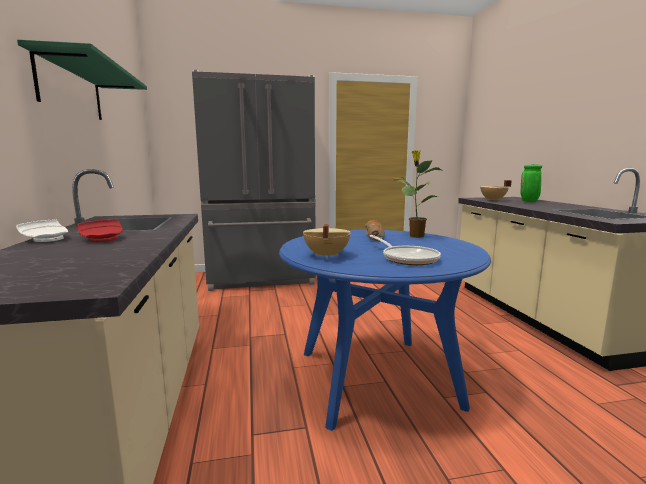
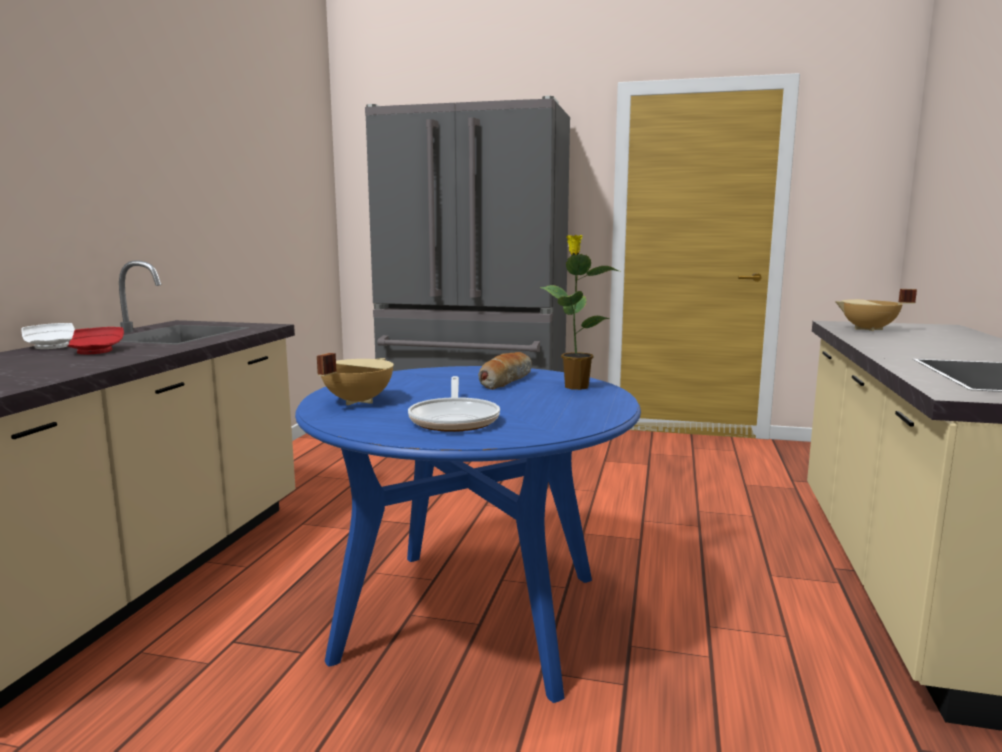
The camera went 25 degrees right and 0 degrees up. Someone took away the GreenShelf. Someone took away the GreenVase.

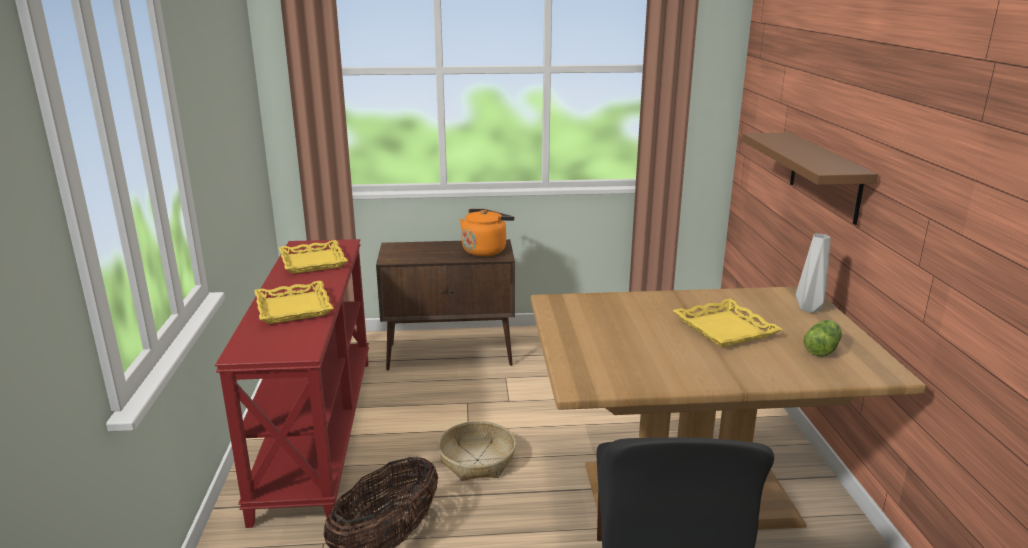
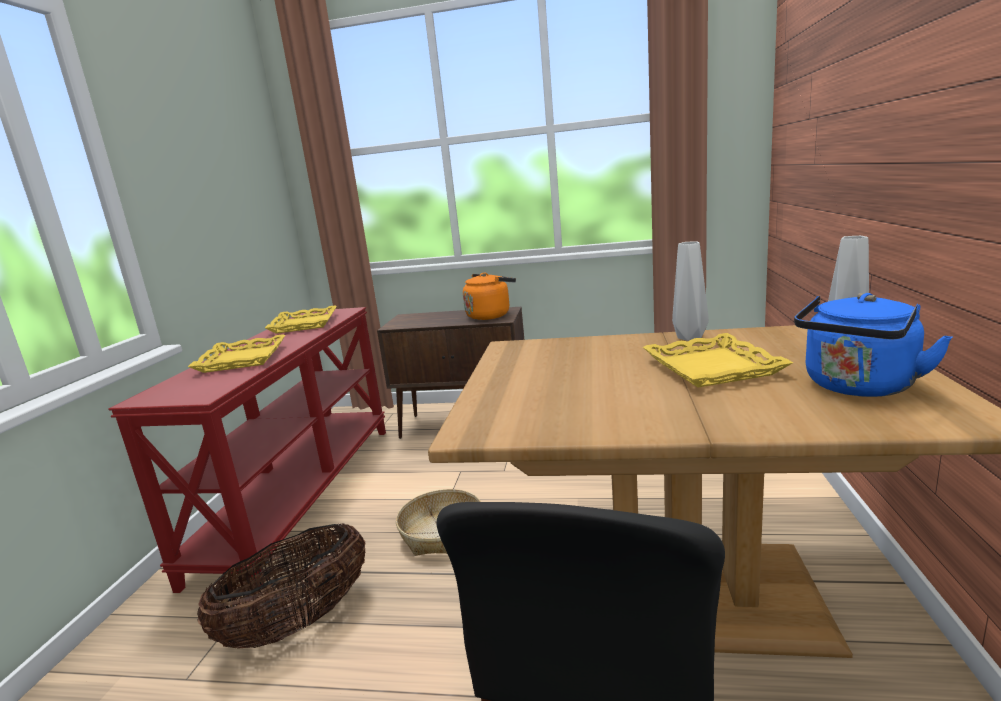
The camera went 15 degrees right and 5 degrees down. Someone put down the GreyVase (1st from left). Someone swapped the Lettuce for the BlueKettle. Someone took away the BrownShelf.

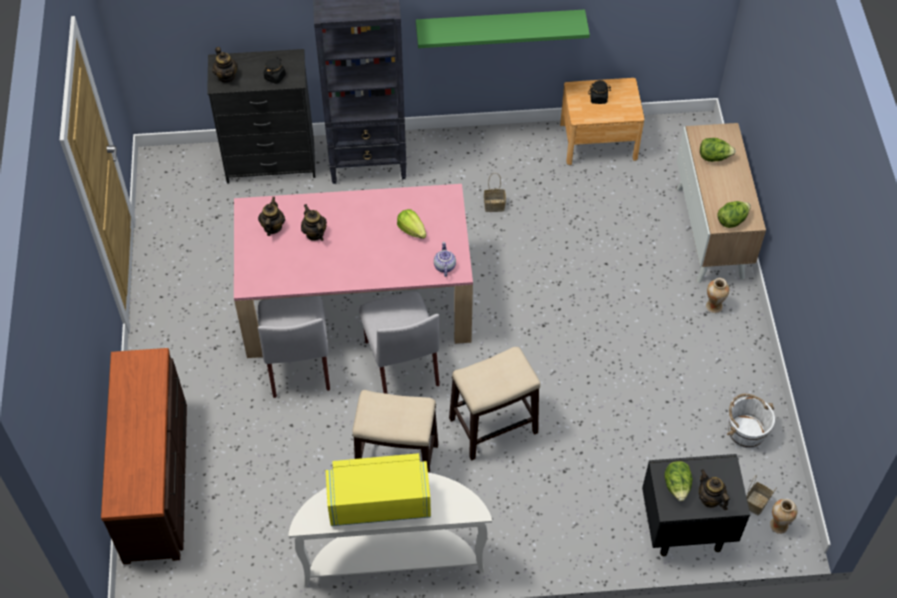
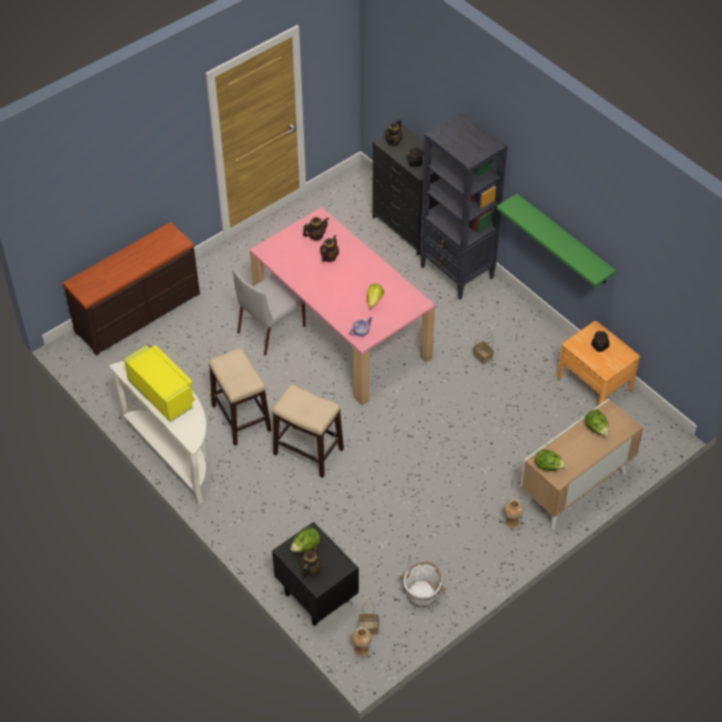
The camera went 55 degrees right and 5 degrees down. Someone took away the GreyChair (2nd from left).

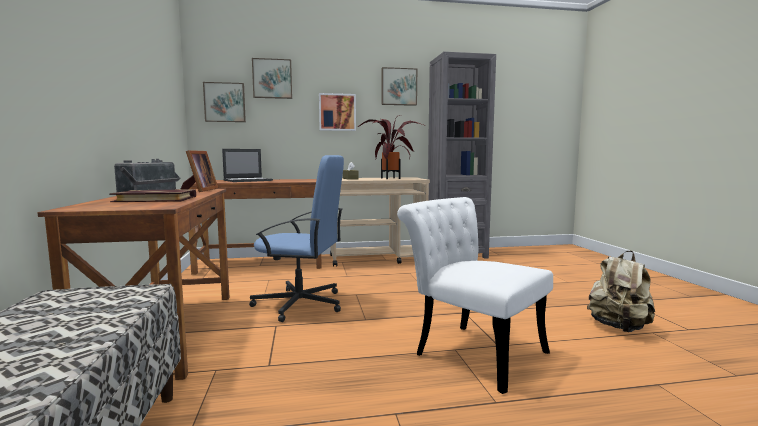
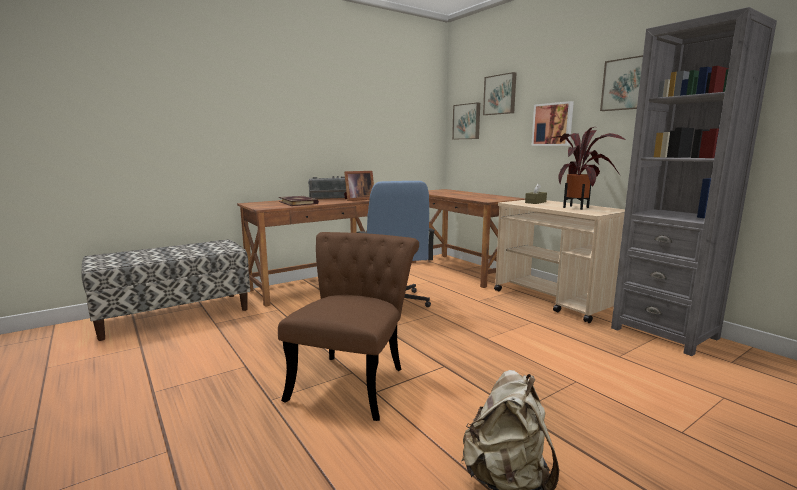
The camera went 65 degrees right and 5 degrees up. Someone repainted the WhiteChair, which became the BrownChair. Someone took away the Laptop.

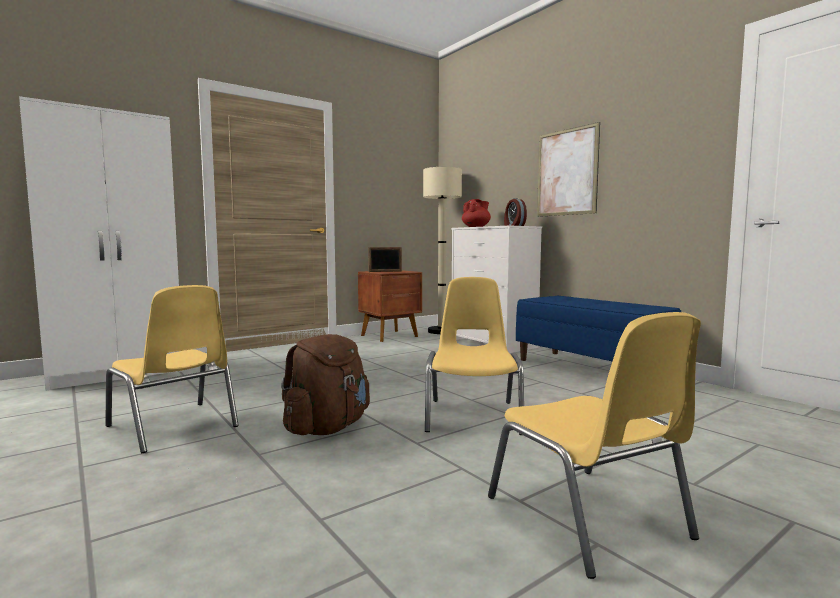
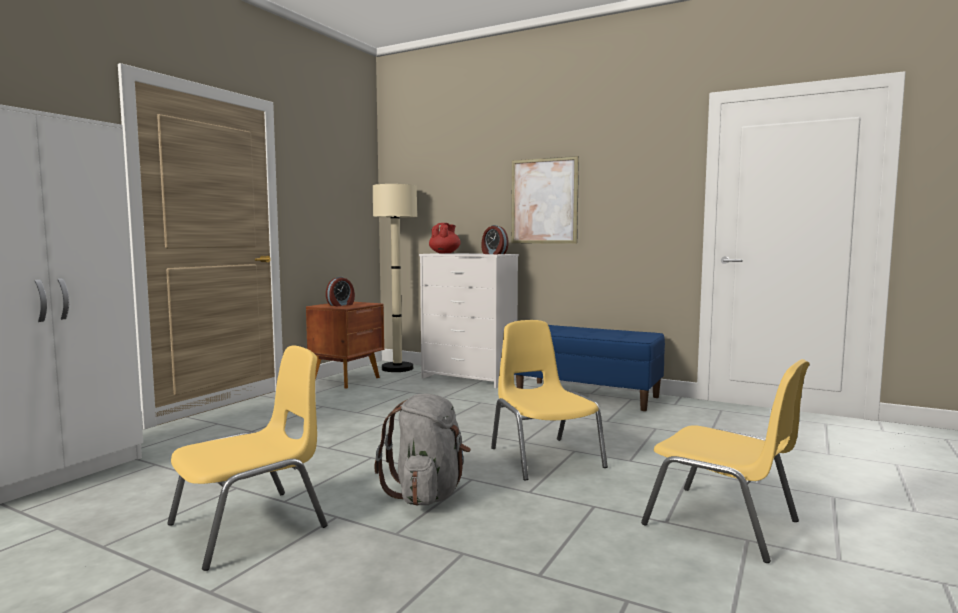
The camera went 25 degrees left and 0 degrees up. Someone rotated the YellowChair (1st from left) by 60 degrees counterclockwise. Someone swapped the PictureFrame for the AlarmClock (1st from left). Someone repainted the BrownBackpack, which became the GreyBackpack.

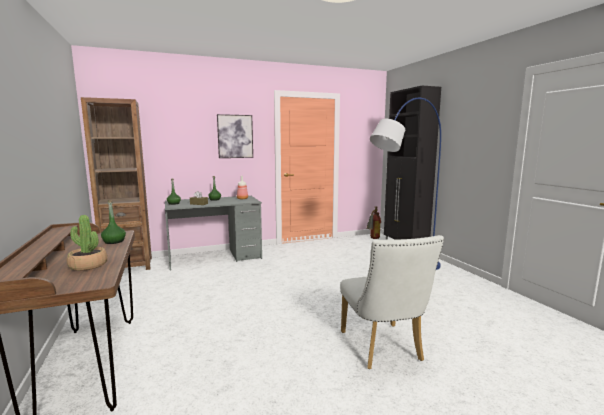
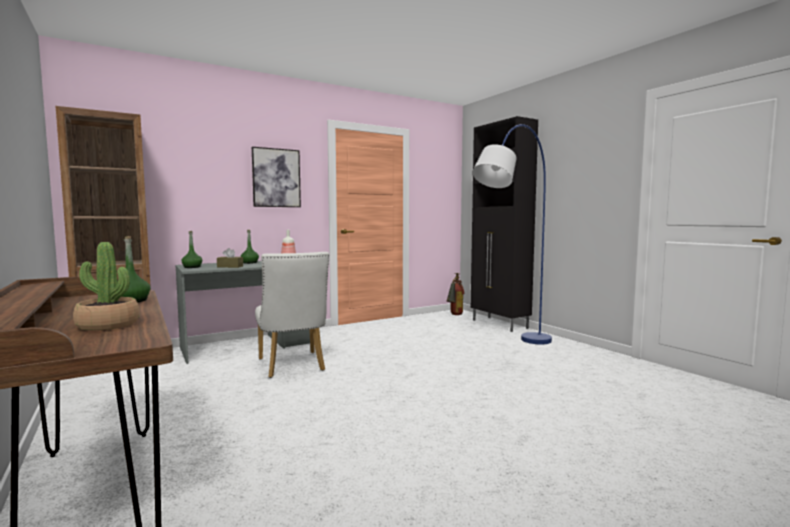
The camera went 10 degrees left and 5 degrees down. Someone carried the WhiteChair.

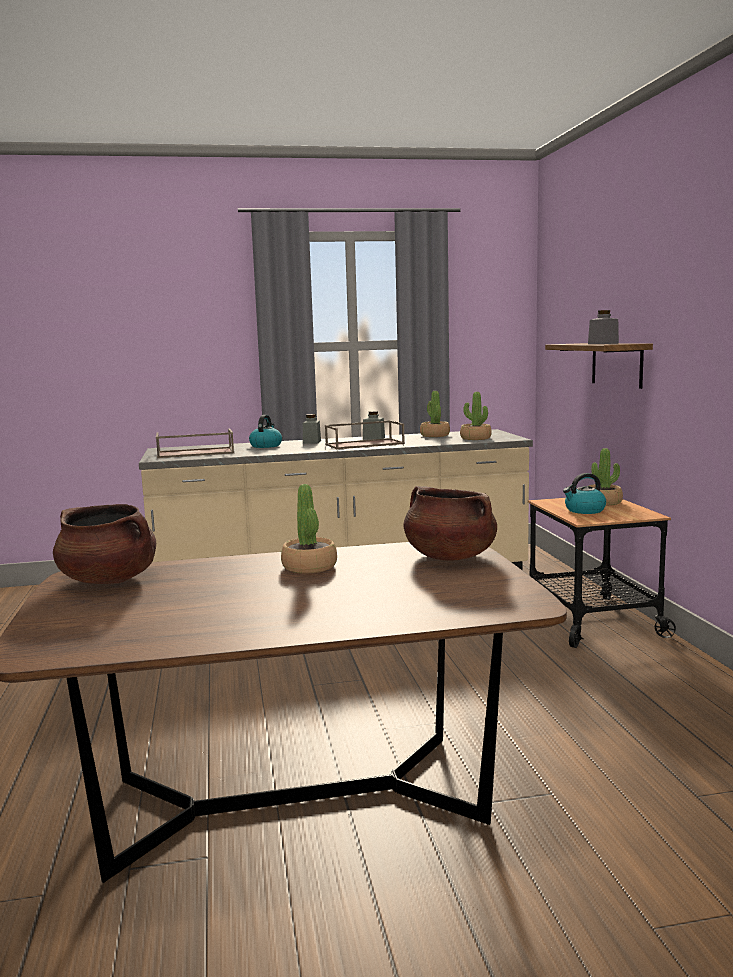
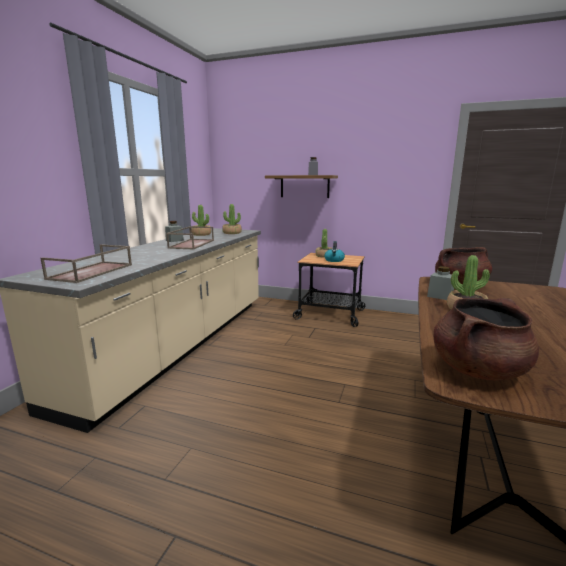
The camera went 60 degrees left and 5 degrees up. Someone carried the GreyJar (1st from left in the first image). Someone took away the Kettle (1st from left).

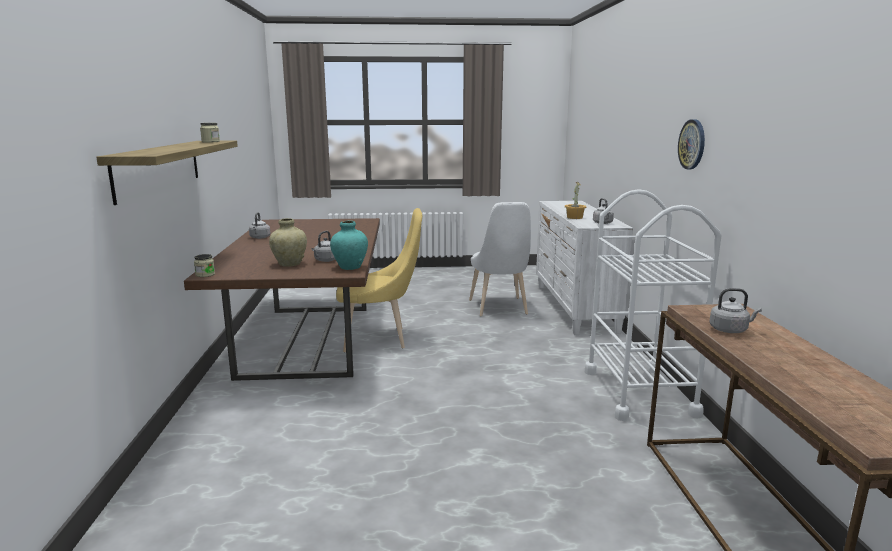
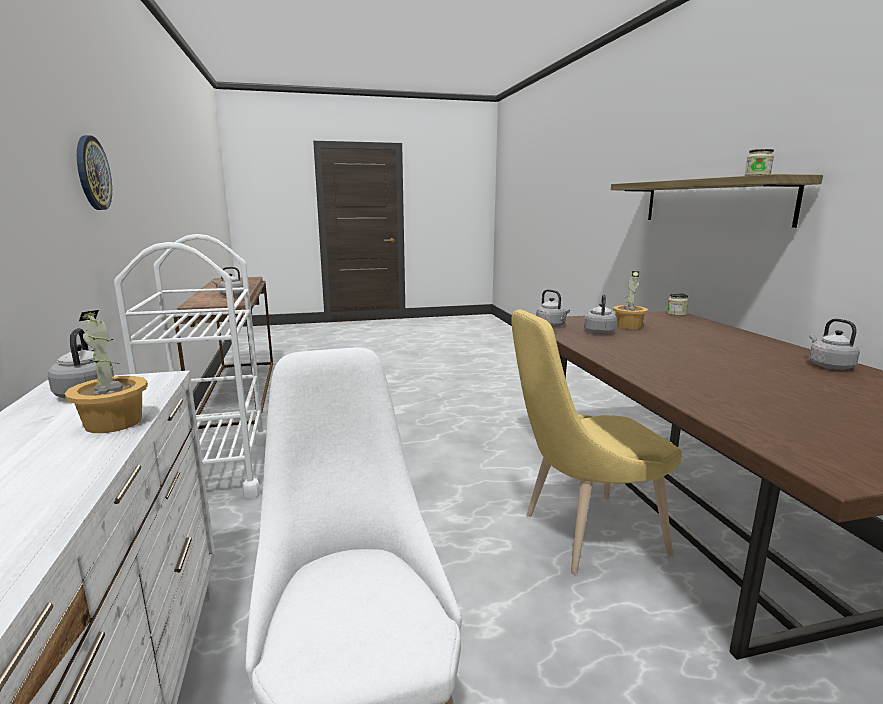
The camera went 170 degrees right and 0 degrees up. Someone swapped the TurquoiseVase for the GreyKettle (3rd from left). Someone swapped the BeigeVase for the PottedPlant (2nd from left).

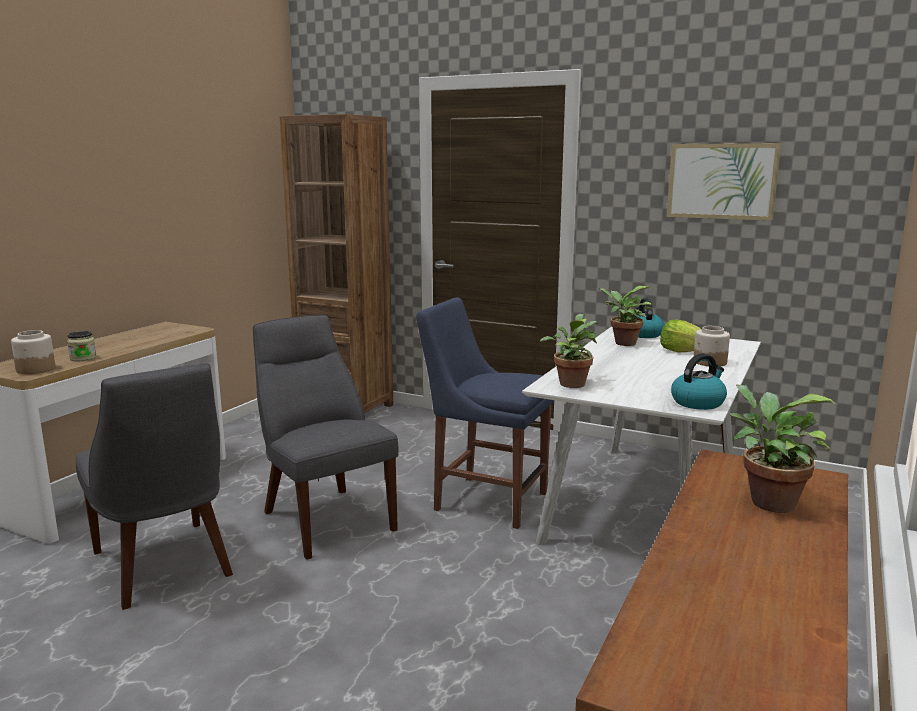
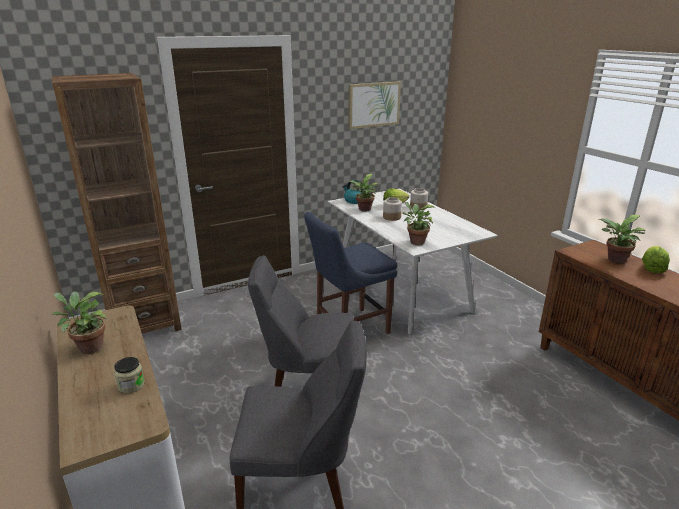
The camera went 55 degrees left and 10 degrees up. Someone put down the PottedPlant (1st from left). Someone carried the Jar (1st from left in the first image). Someone put down the Lettuce (2nd from left). Someone took away the Kettle (2nd from left).

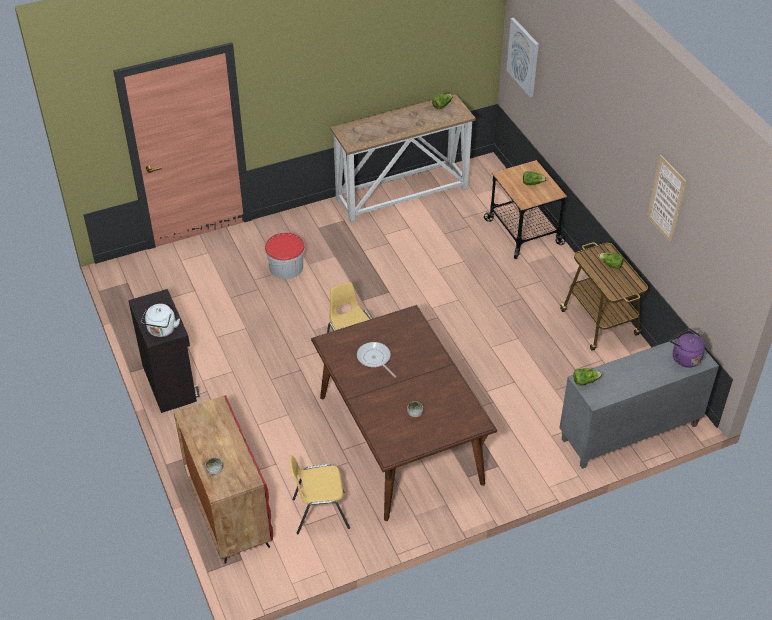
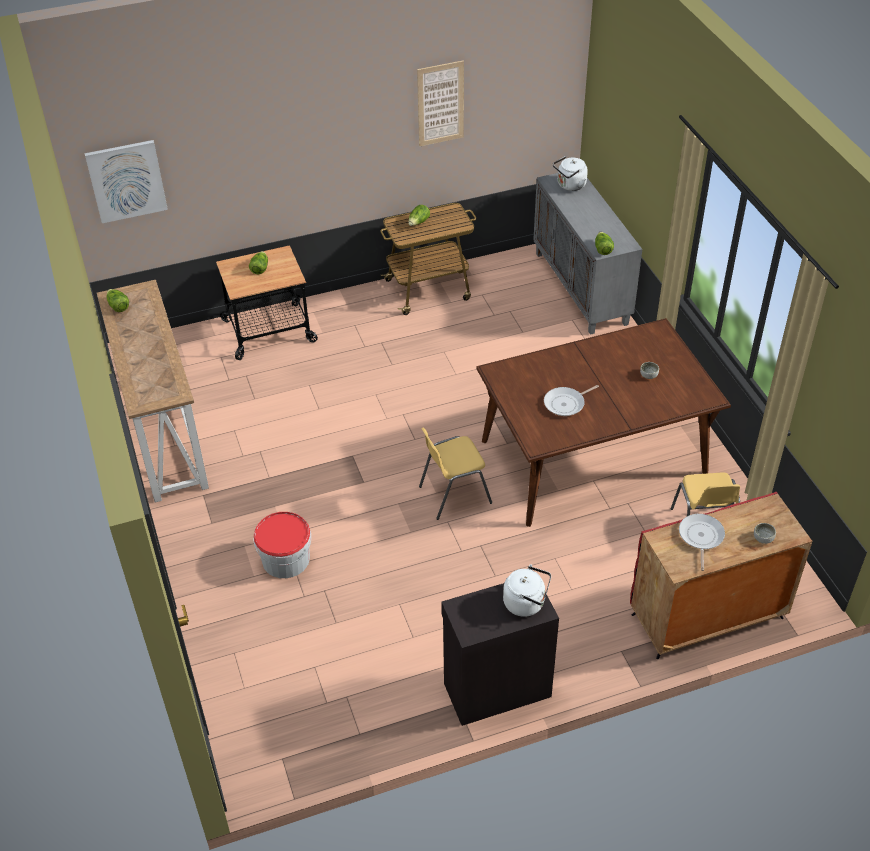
The camera went 85 degrees left and 0 degrees up. Someone repainted the PurpleKettle, which became the WhiteKettle (2nd from left). Someone put down the FryingPan (2nd from left).

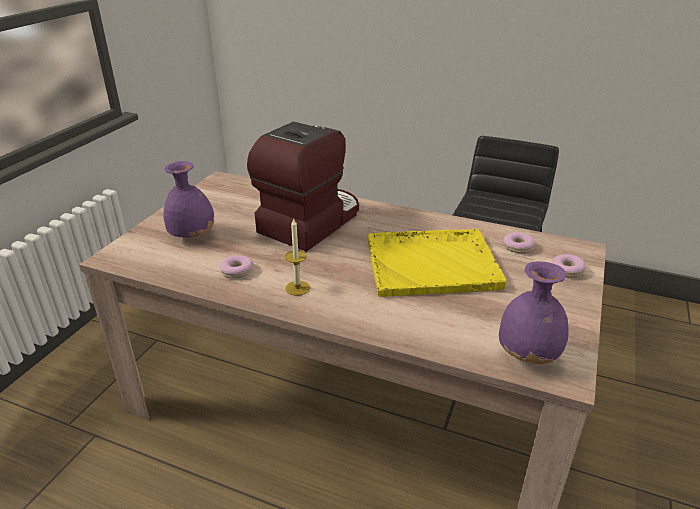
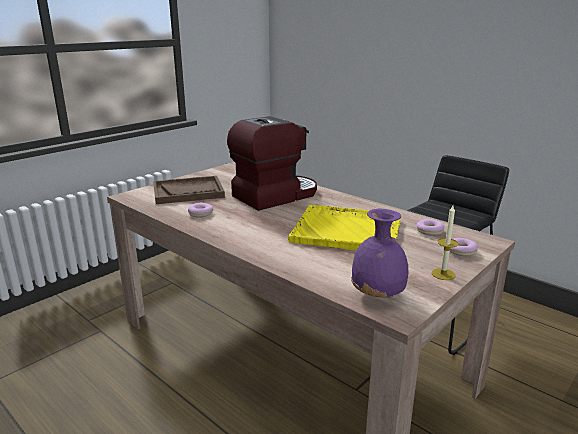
The camera went 20 degrees right and 10 degrees down. Someone swapped the PurpleVase (1st from left) for the BrownTray. Someone carried the Candle.

